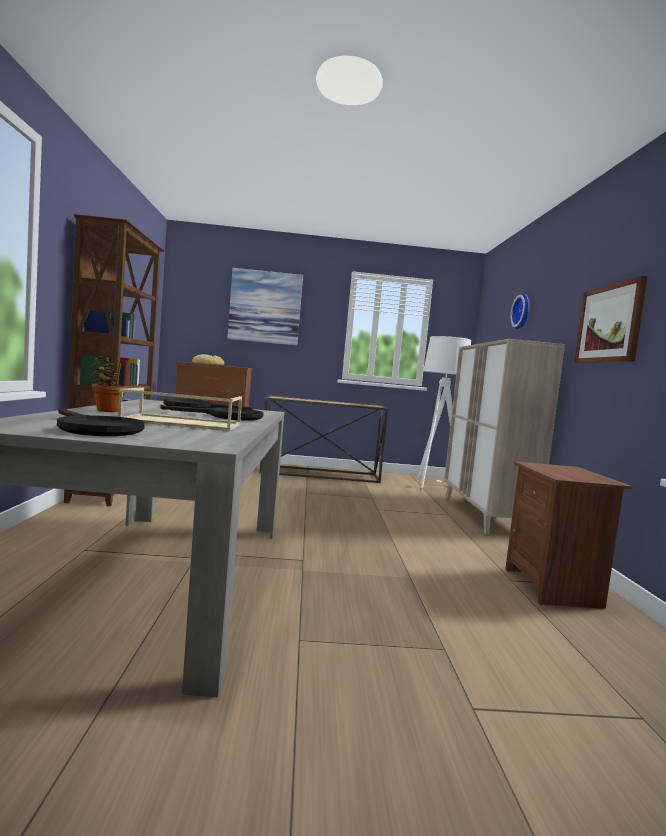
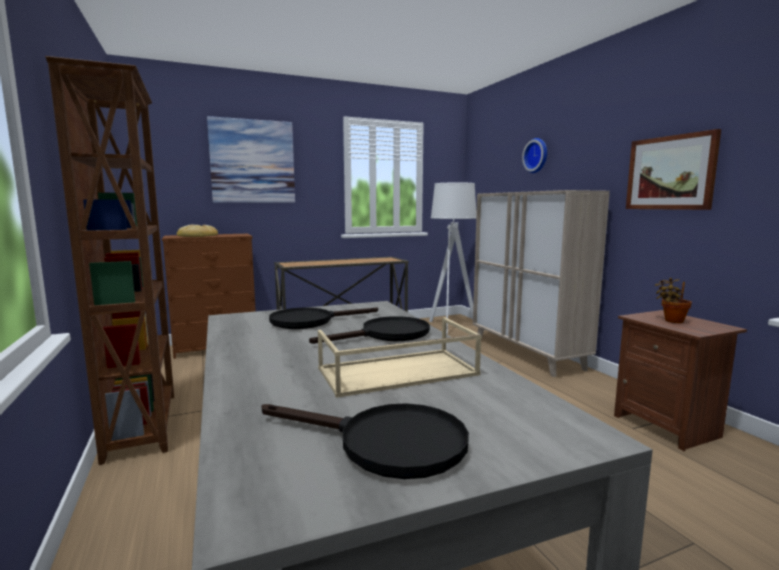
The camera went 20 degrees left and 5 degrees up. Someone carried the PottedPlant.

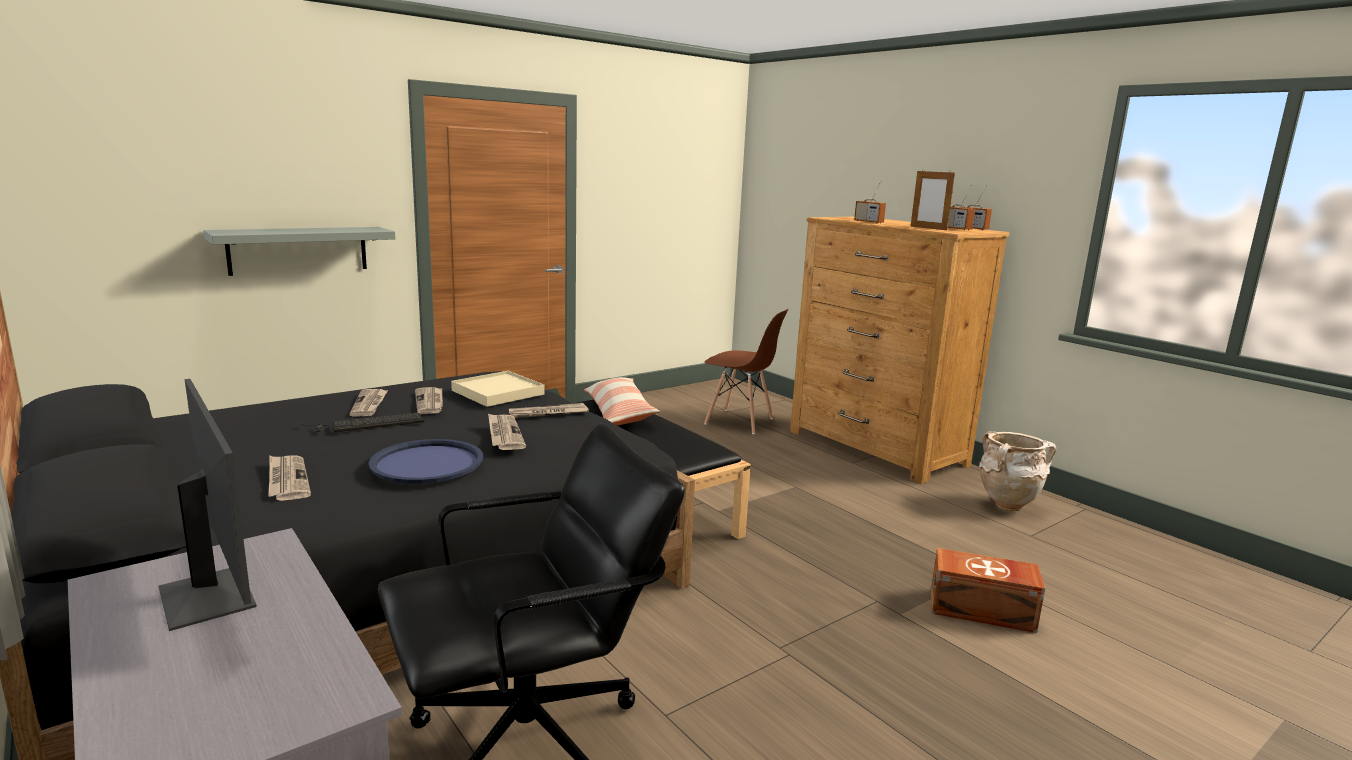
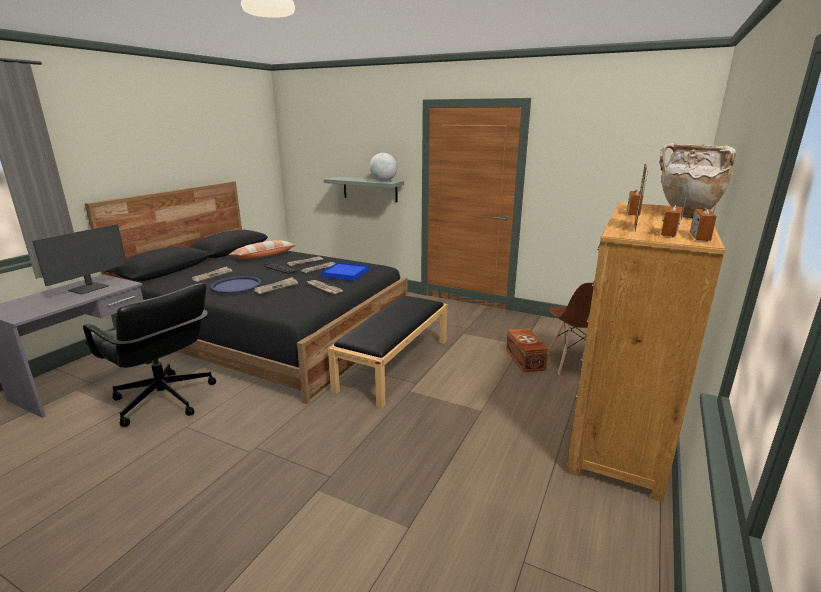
The camera went 65 degrees right and 5 degrees up. Someone carried the Pillow. Someone repainted the BeigeTray, which became the BlueTray (2nd from left). Someone put down the Globe. Someone carried the BrownStorageBox. Someone carried the BeigeVase.

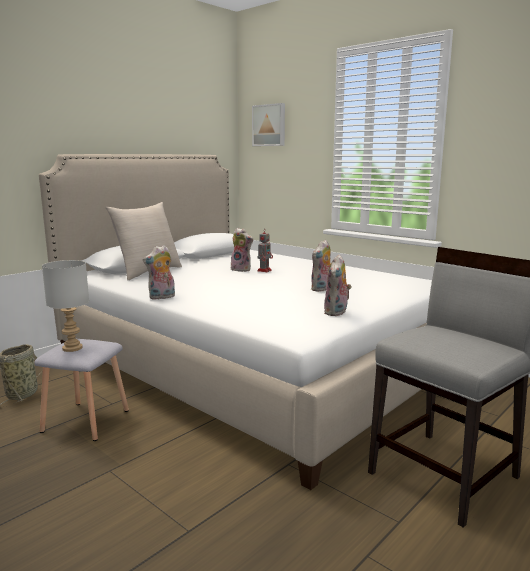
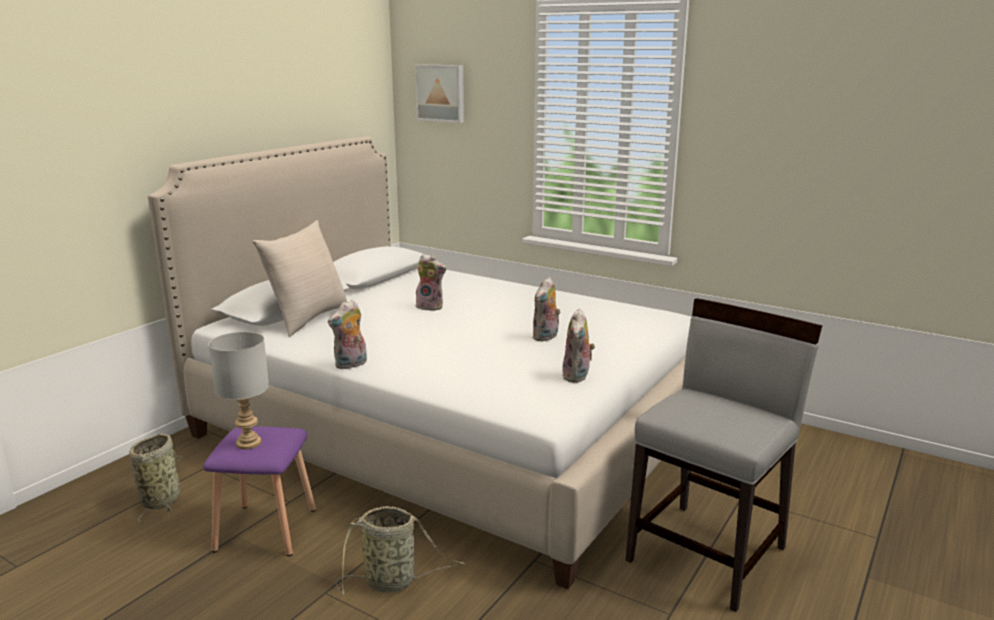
The camera went 10 degrees left and 5 degrees up. Someone repainted the GreyStool, which became the PurpleStool. Someone put down the Basket (2nd from left). Someone took away the ToyRobot.

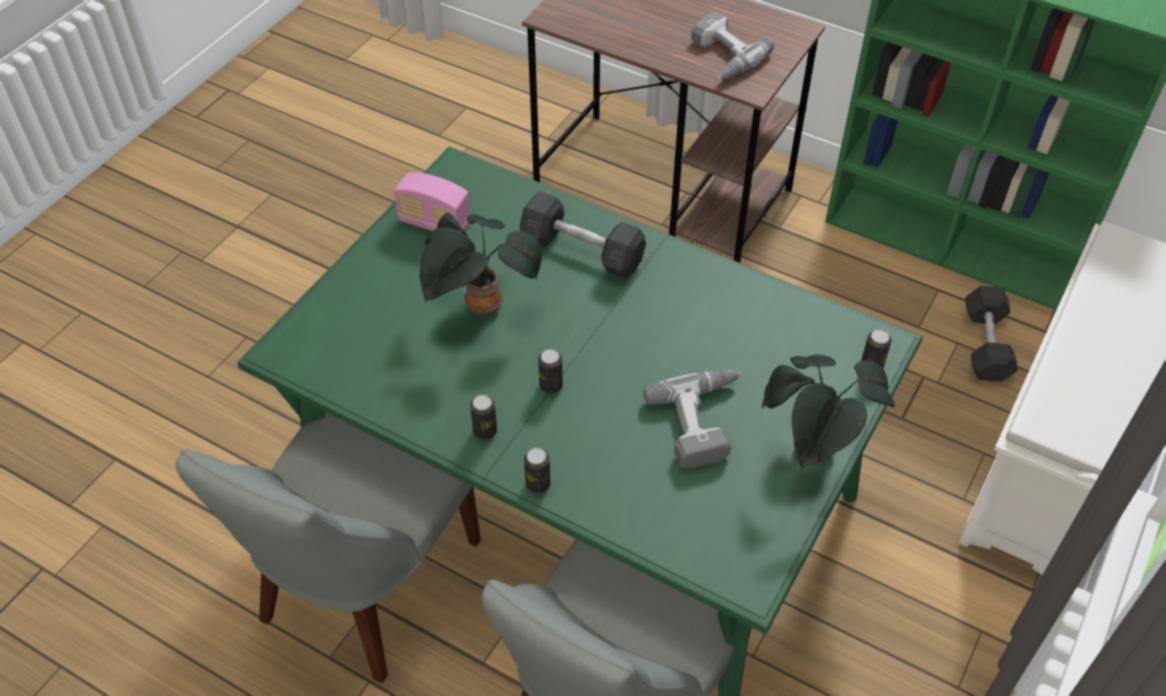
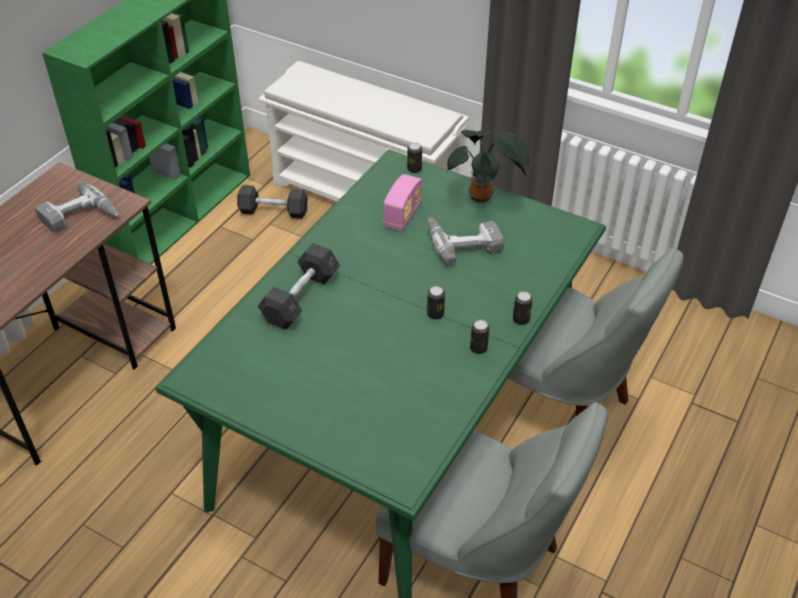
The camera went 90 degrees left and 5 degrees down. Someone carried the Radio. Someone took away the PottedPlant (1st from left).

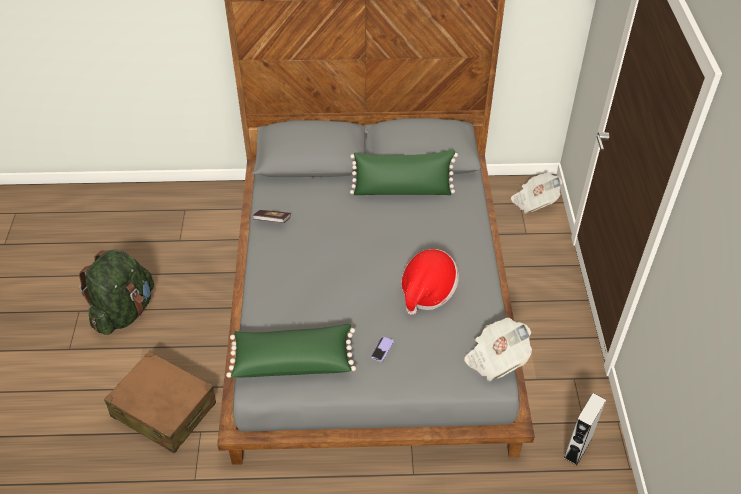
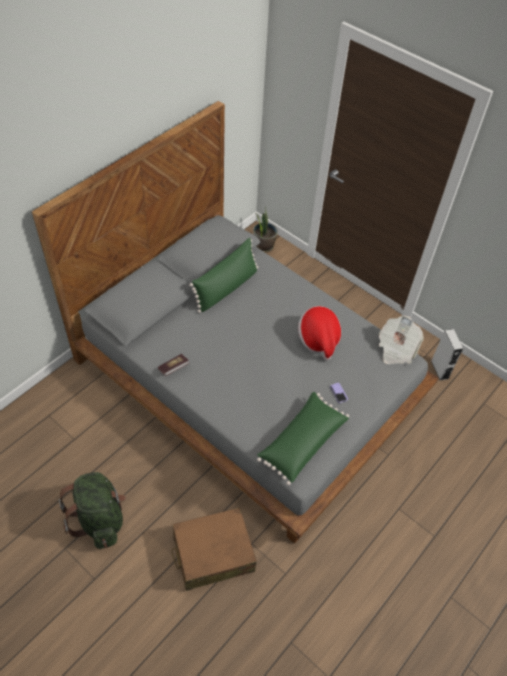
The camera went 50 degrees left and 5 degrees up. Someone swapped the Newspaper (2nd from left) for the PottedPlant.

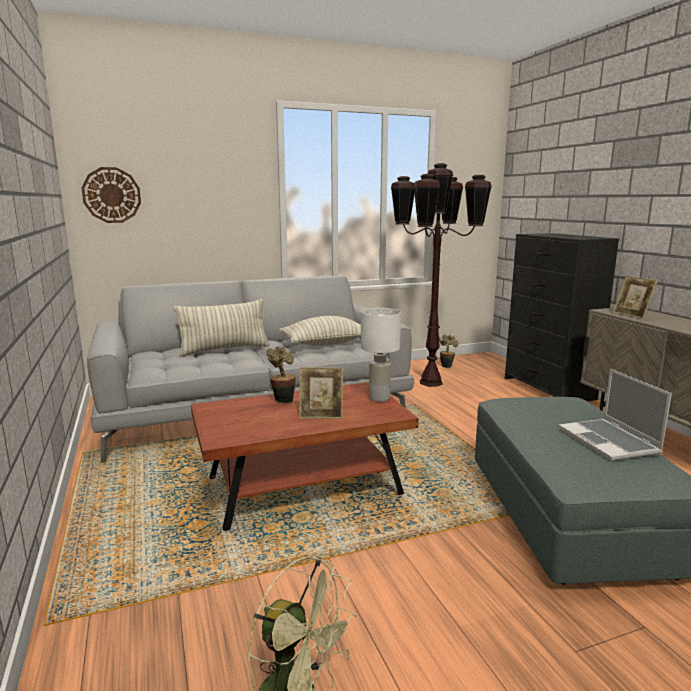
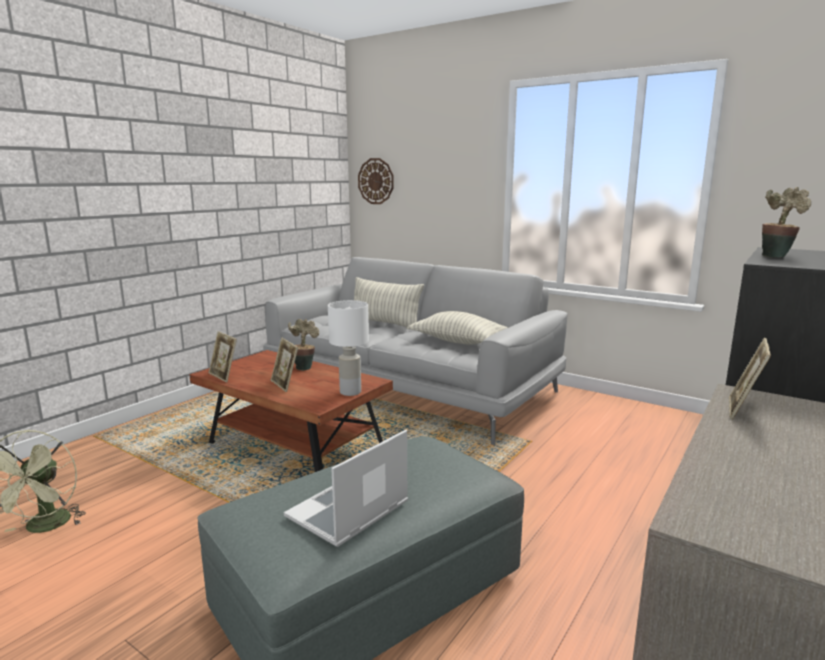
The camera went 55 degrees right and 0 degrees up. Someone put down the PictureFrame (1st from left). Someone carried the PottedPlant (2nd from left). Someone took away the BrownFloorLamp.

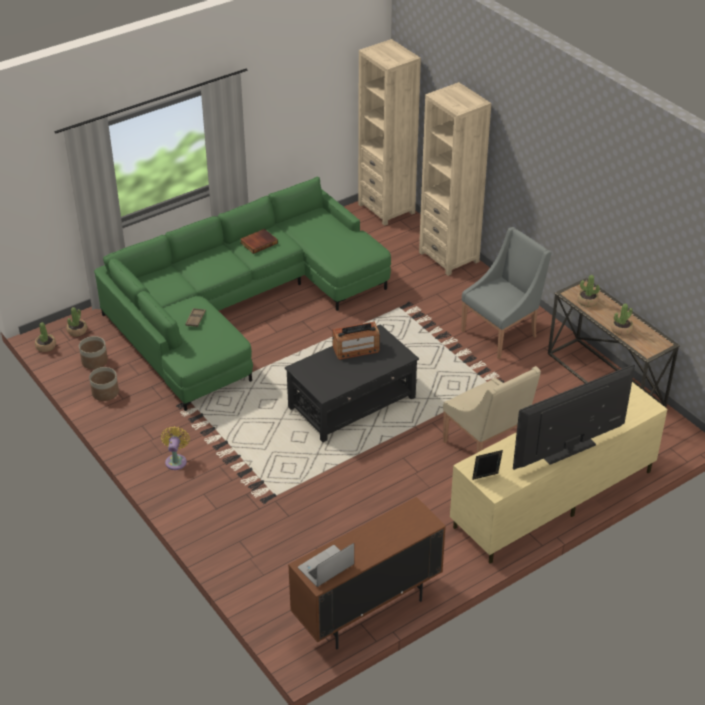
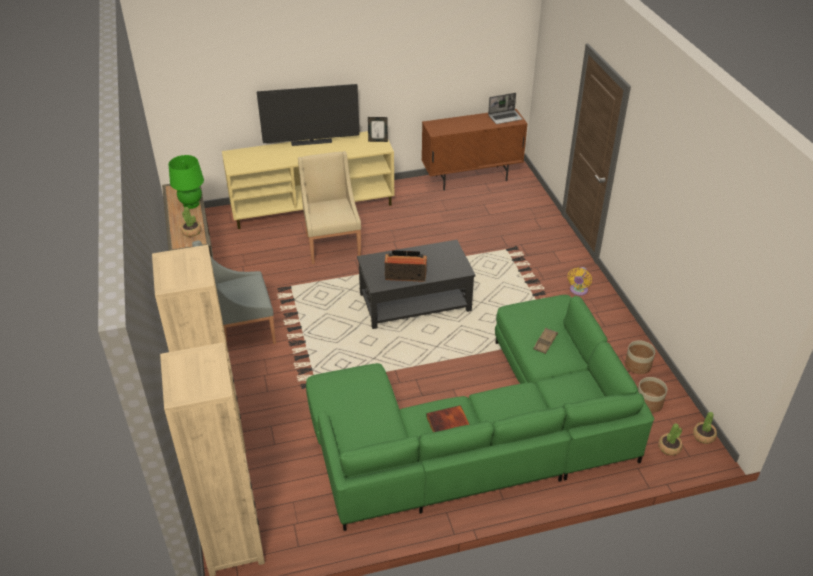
The camera went 160 degrees left and 0 degrees up. Someone swapped the PottedPlant (4th from left) for the GreenTableLamp.

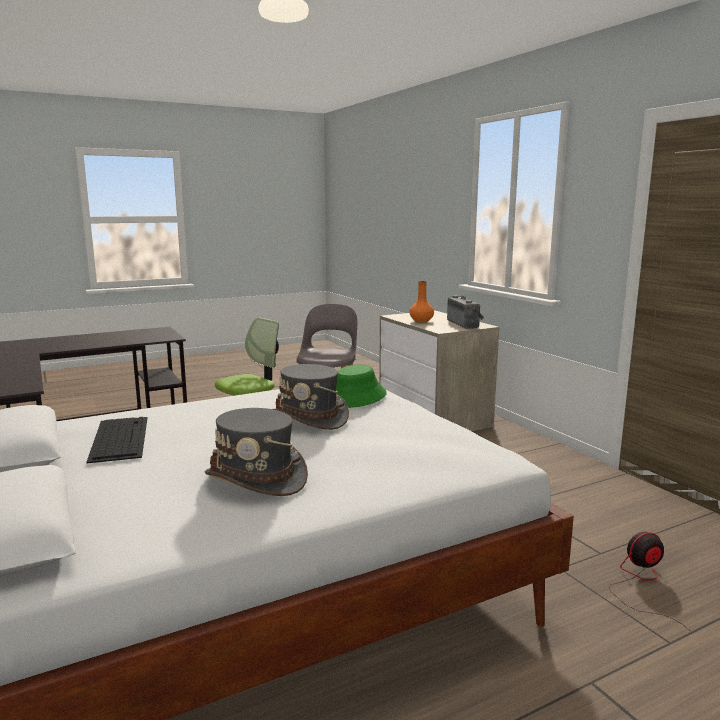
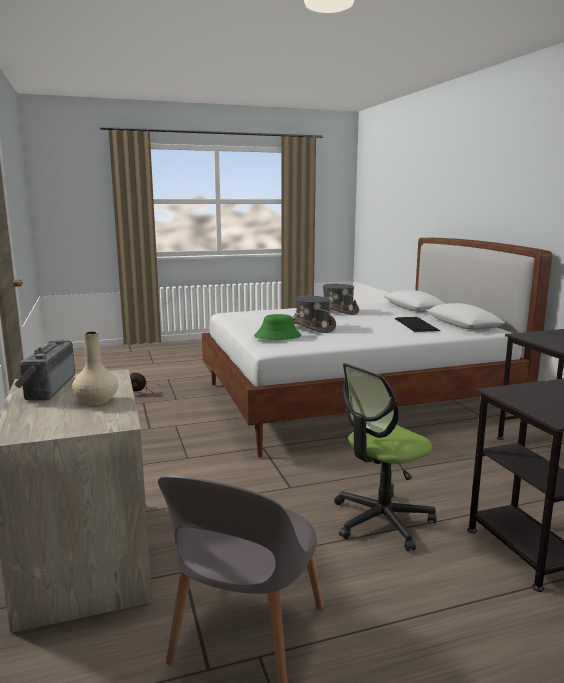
The camera went 170 degrees left and 0 degrees up. Someone repainted the OrangeVase, which became the BeigeVase.

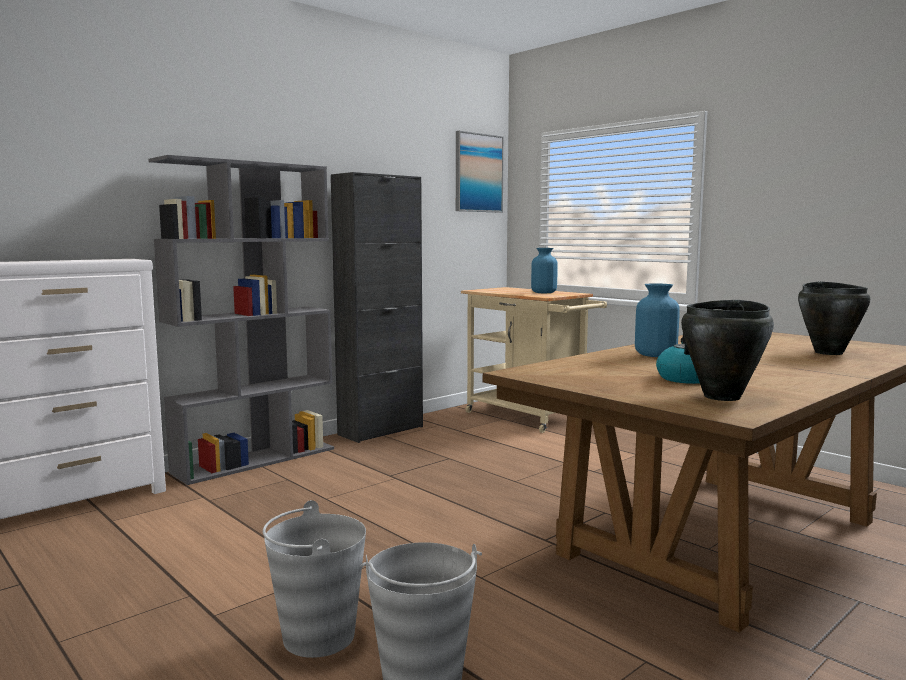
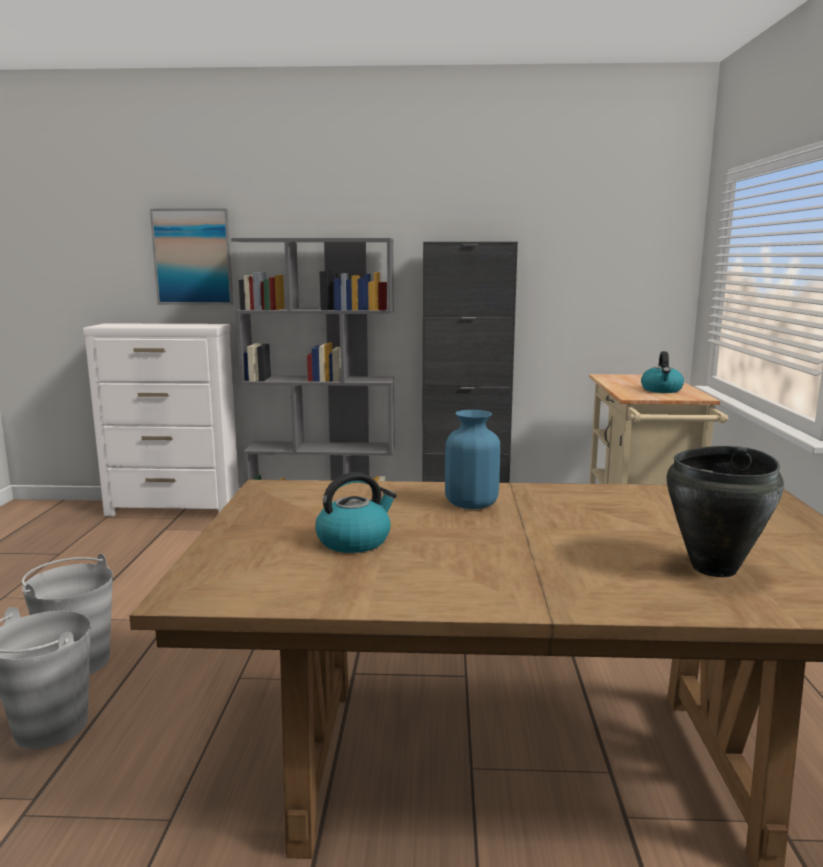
The camera went 45 degrees right and 5 degrees up. Someone carried the Picture. Someone swapped the BlueVase (1st from left) for the Kettle (2nd from left). Someone took away the BlackCookingPot (1st from left).

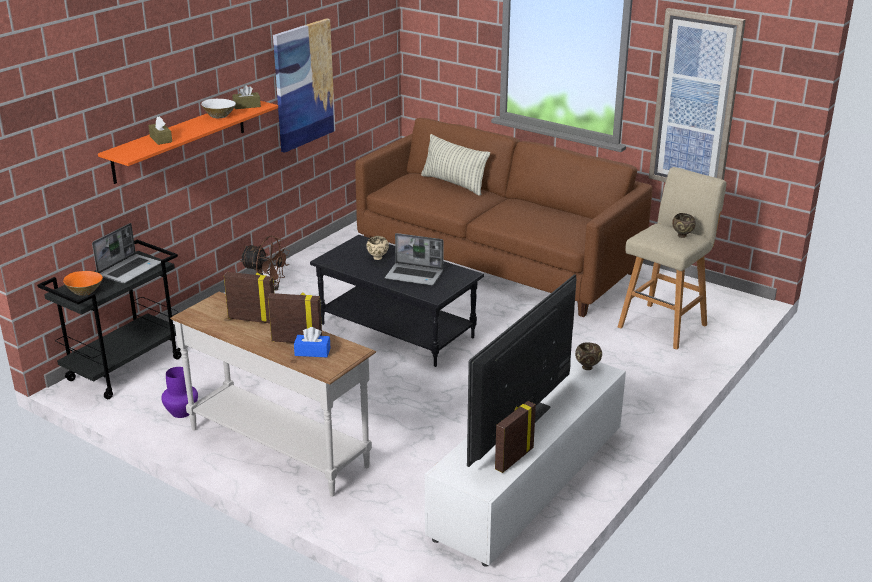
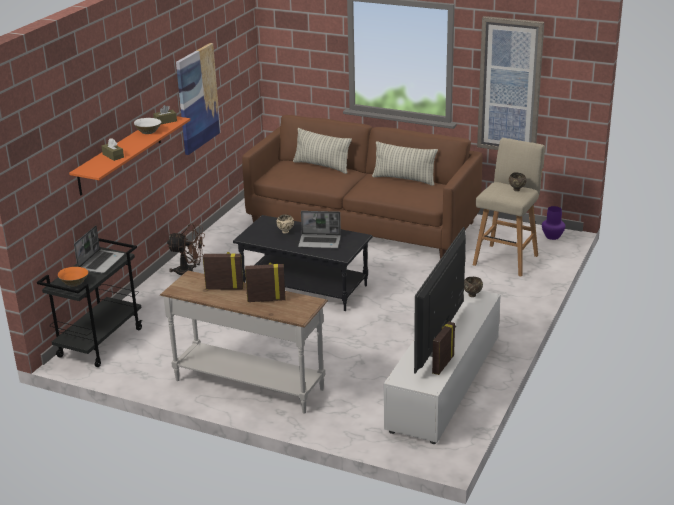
The camera went 10 degrees left and 0 degrees up. Someone put down the Pillow (2nd from left). Someone carried the PurpleVase. Someone took away the BlueTissueBox.

